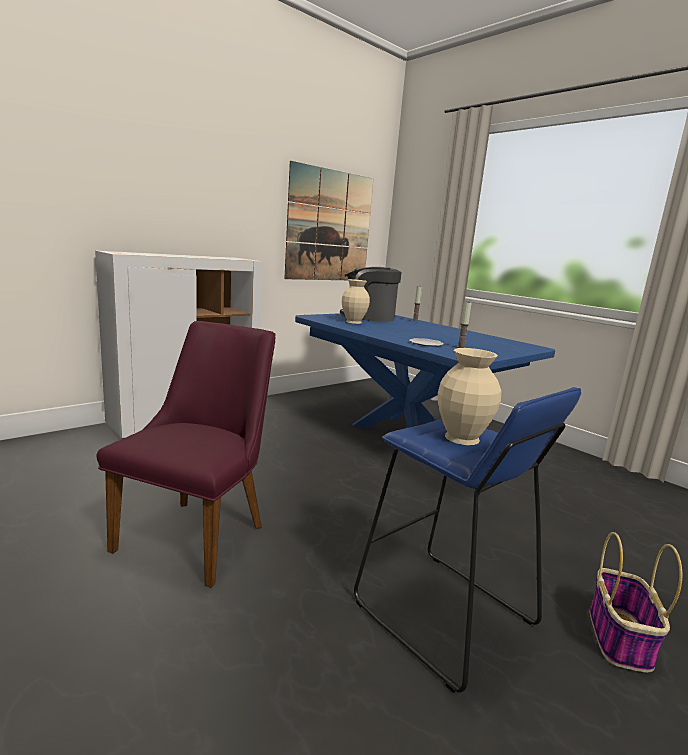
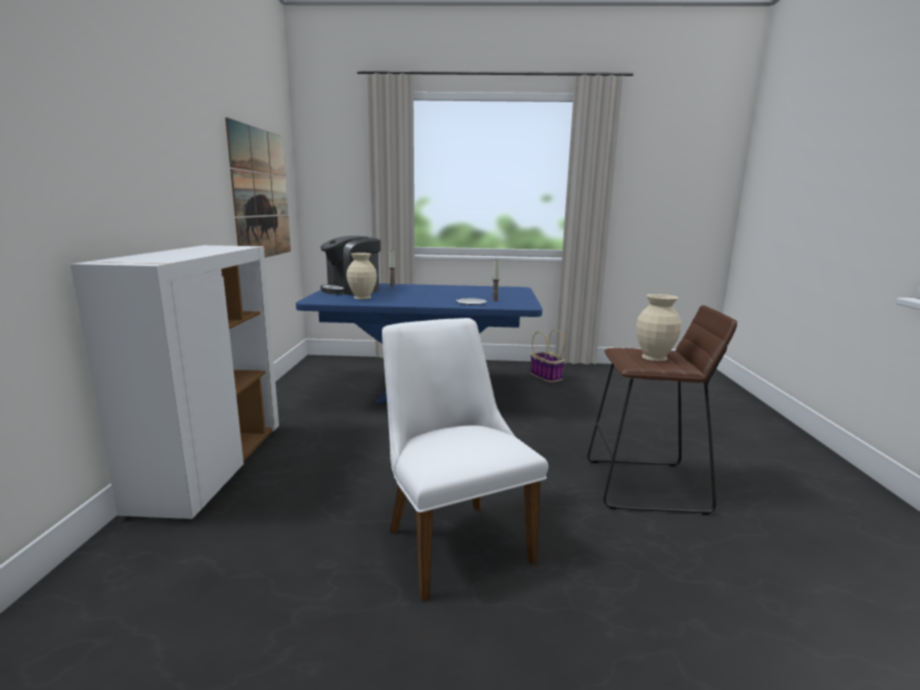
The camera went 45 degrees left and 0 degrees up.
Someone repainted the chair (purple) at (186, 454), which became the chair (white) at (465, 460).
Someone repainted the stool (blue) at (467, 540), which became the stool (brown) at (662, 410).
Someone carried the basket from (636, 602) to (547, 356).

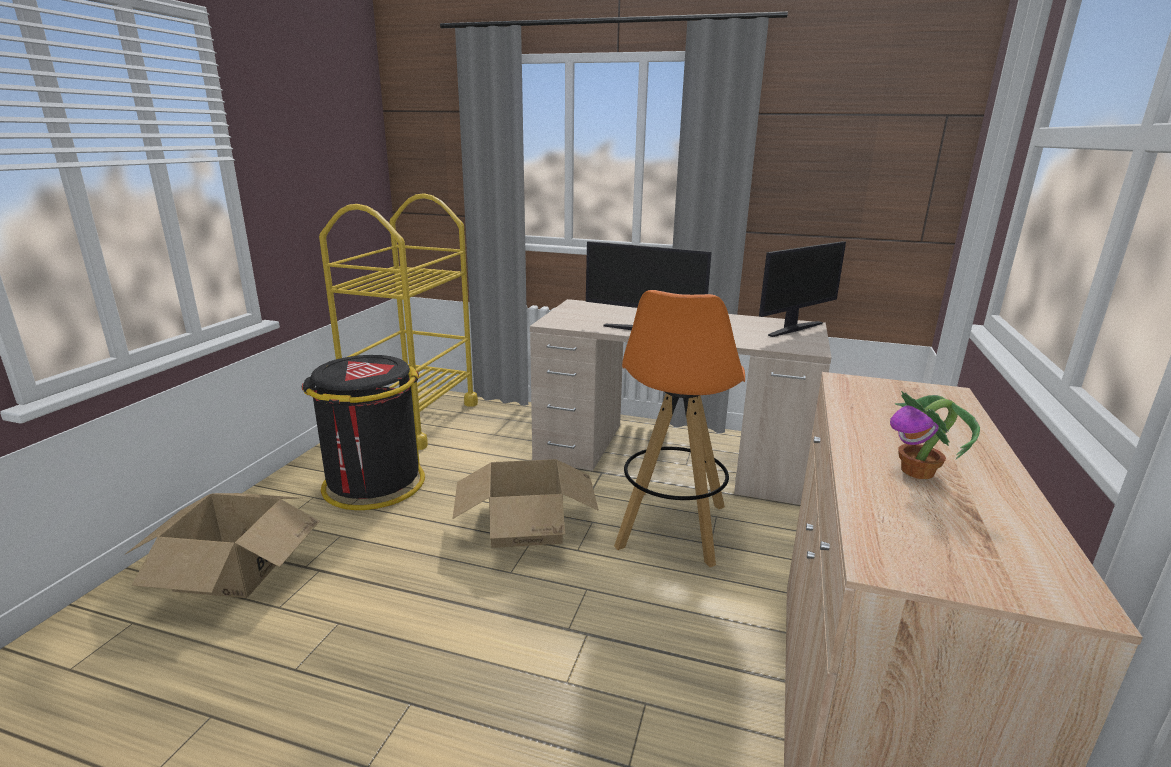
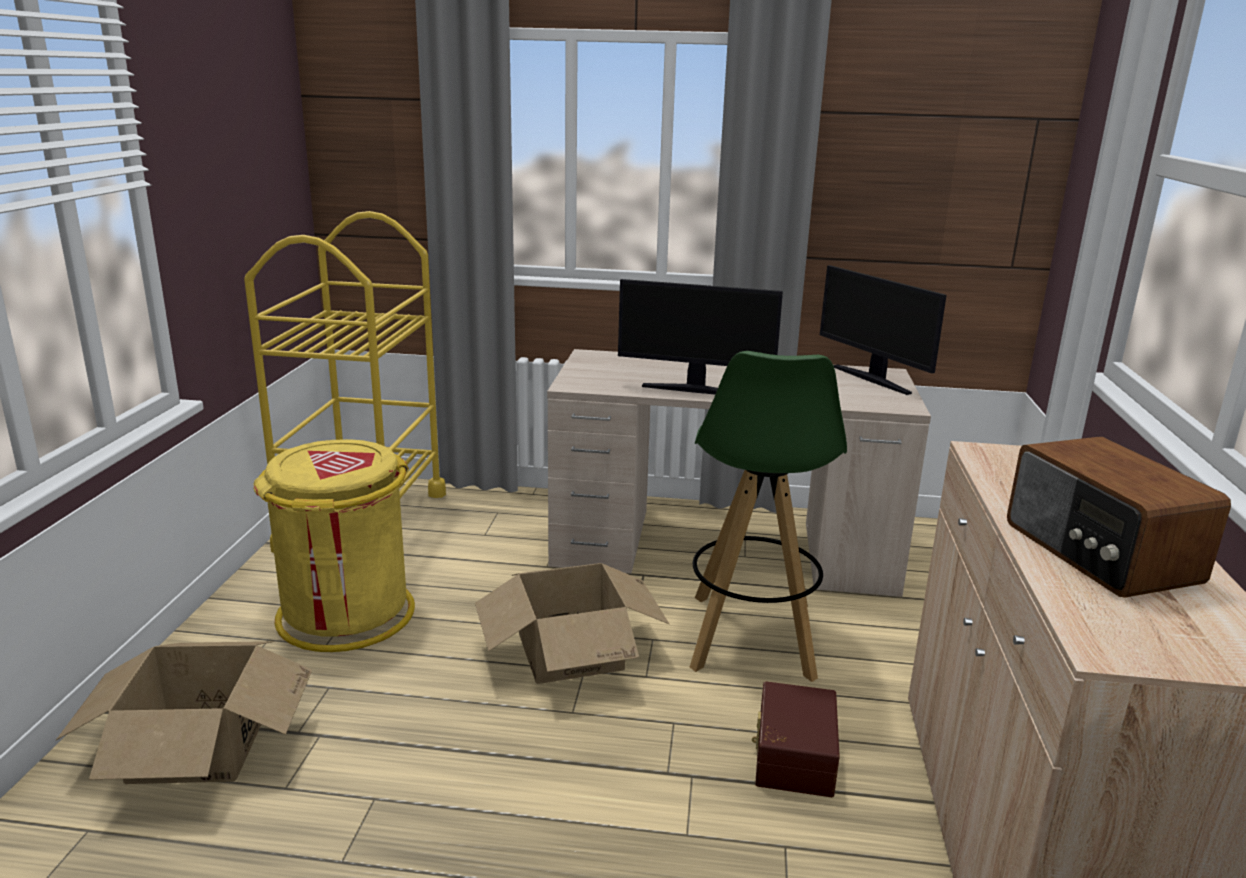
The camera went 10 degrees left and 0 degrees up.
Someone rotated the monitor at (802, 289) by 105 degrees clockwise.
Someone repainted the stool (orange) at (679, 428), which became the stool (green) at (768, 516).
Someone repainted the trash can (black) at (363, 432), which became the trash can (yellow) at (334, 545).
Someone swapped the potted plant at (935, 435) for the radio at (1119, 517).
Someone put down the storage box (brown) at (796, 739).

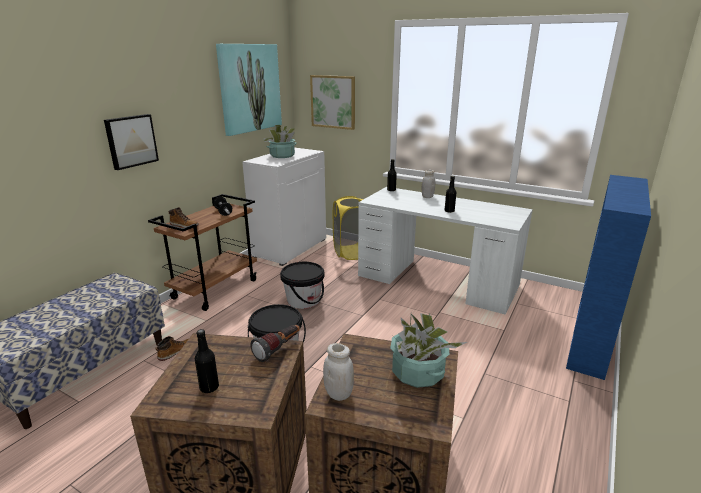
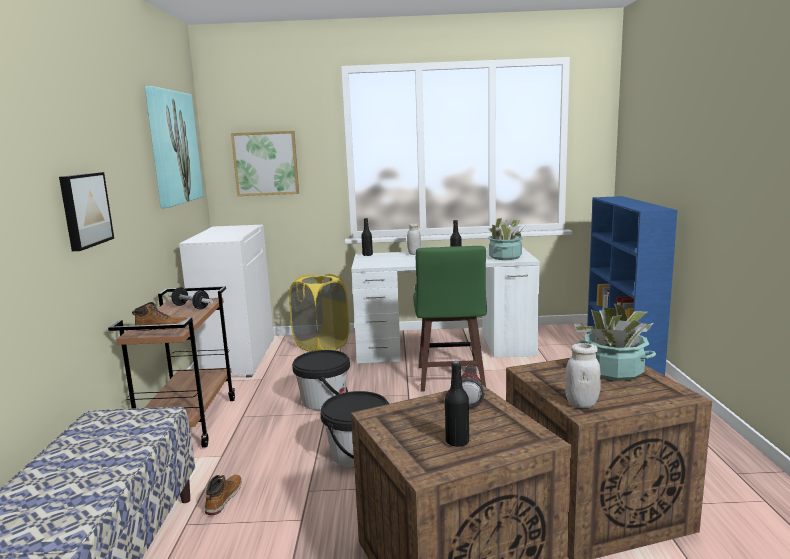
The camera went 30 degrees left and 10 degrees down.
Someone carried the potted plant from (280, 141) to (506, 239).
Someone put down the stool (green) at (450, 319).

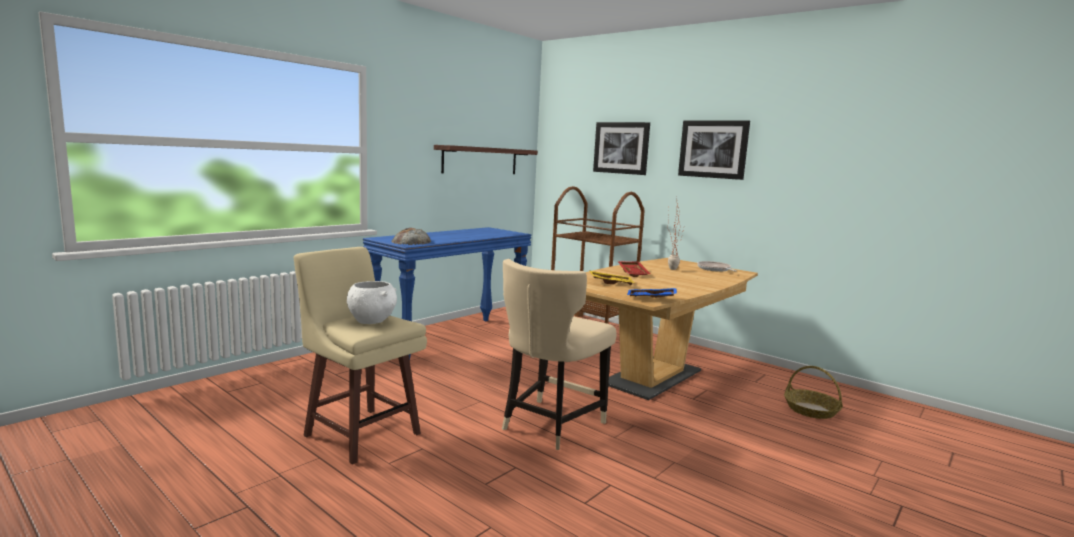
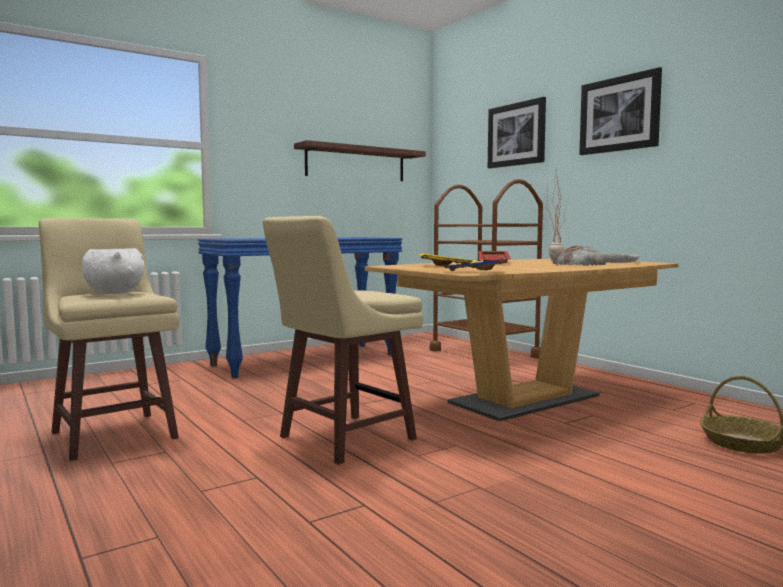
The camera went 15 degrees right and 5 degrees down.
Someone carried the bread from (411, 236) to (579, 256).
Someone swapped the chair (beige) at (559, 354) for the stool (beige) at (342, 340).

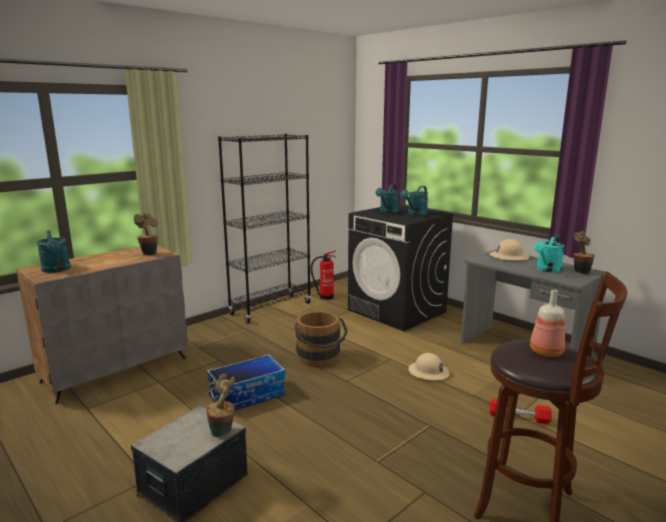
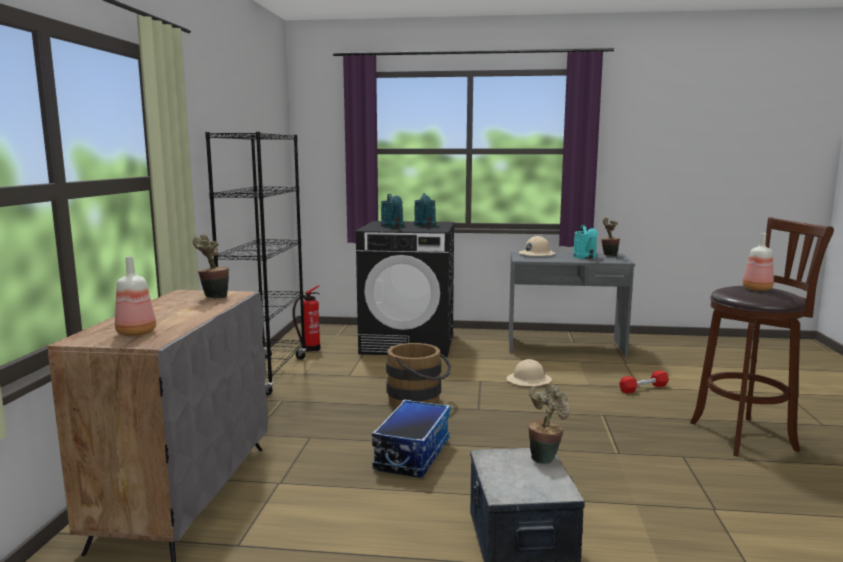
The camera went 40 degrees left and 5 degrees down.
Someone swapped the watering can (turquoise) at (54, 251) for the bottle at (135, 296).

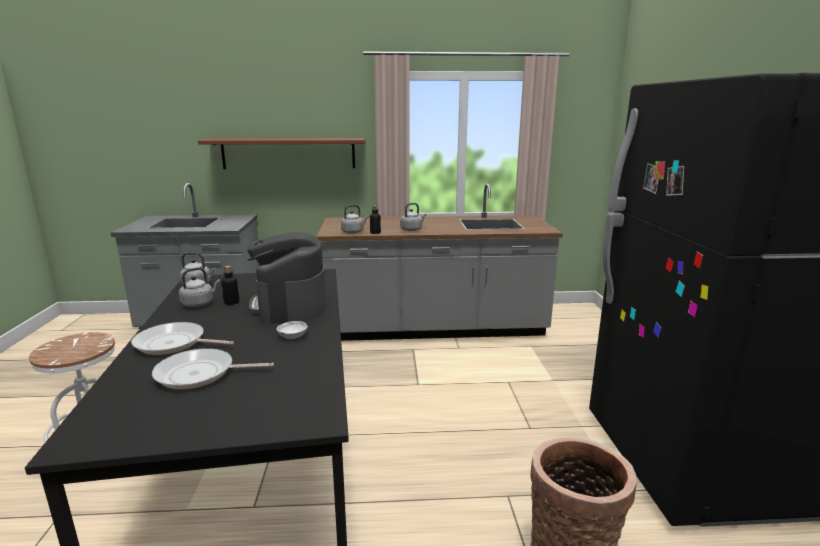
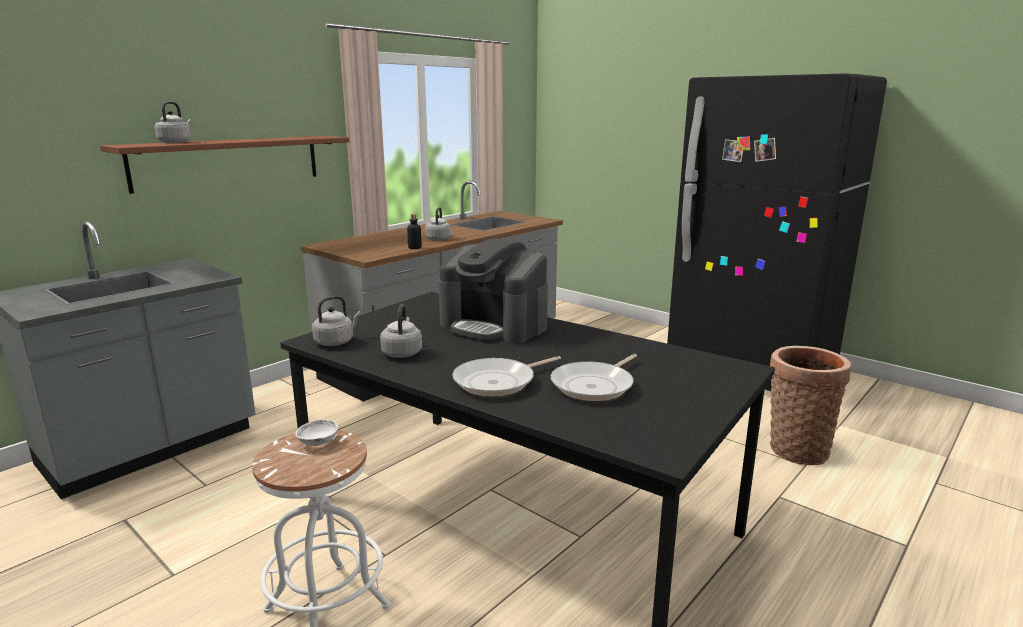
The camera went 45 degrees left and 0 degrees up.
Someone carried the kettle (grey) from (355, 219) to (173, 122).
Someone took away the bottle at (230, 285).
Someone carried the bowl (white) from (292, 330) to (317, 433).

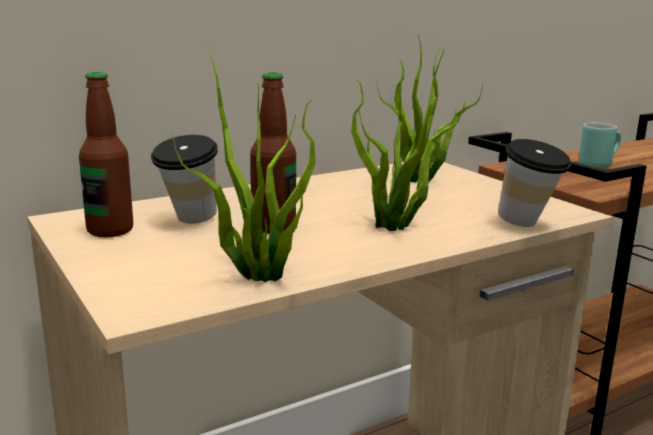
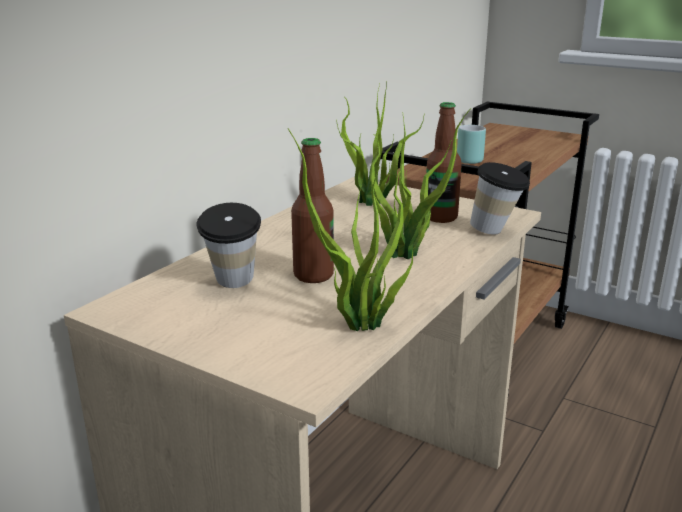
The camera went 25 degrees left and 5 degrees up.
Someone carried the bottle from (106, 154) to (444, 162).

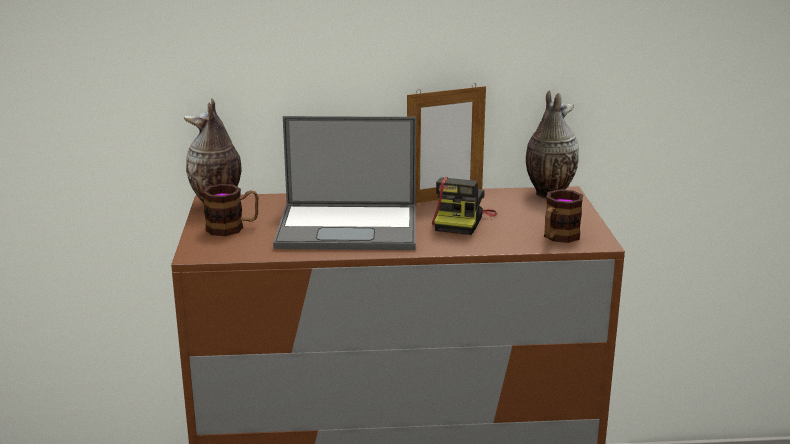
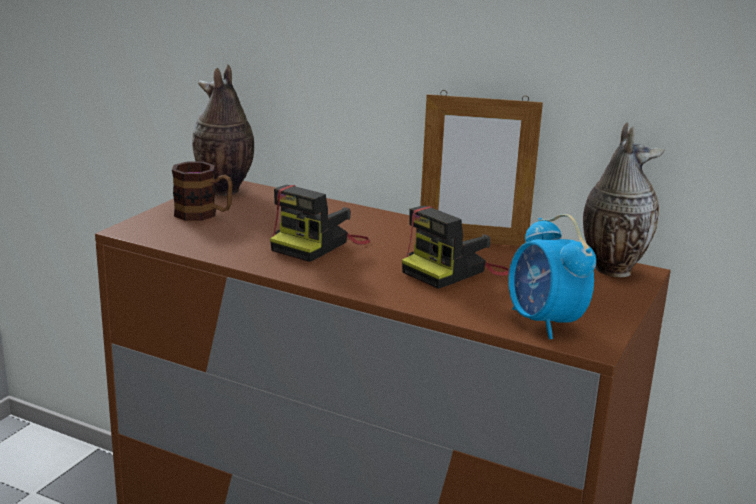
The camera went 30 degrees right and 0 degrees up.
Someone swapped the laptop at (344, 183) for the photo camera at (320, 223).
Someone swapped the mug at (563, 216) for the alarm clock at (552, 276).

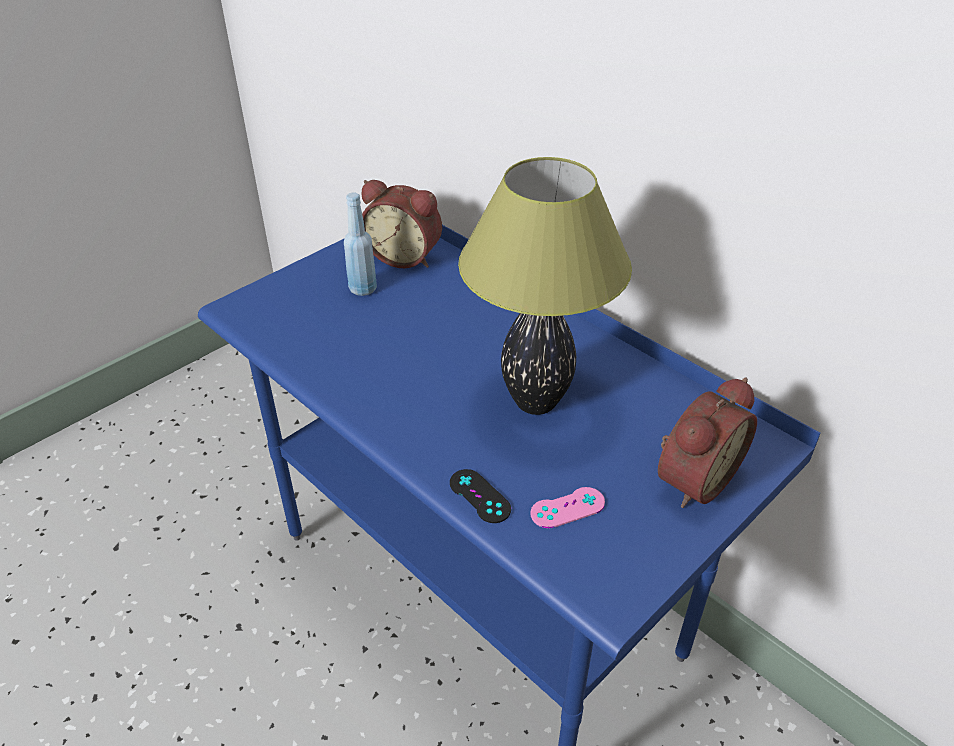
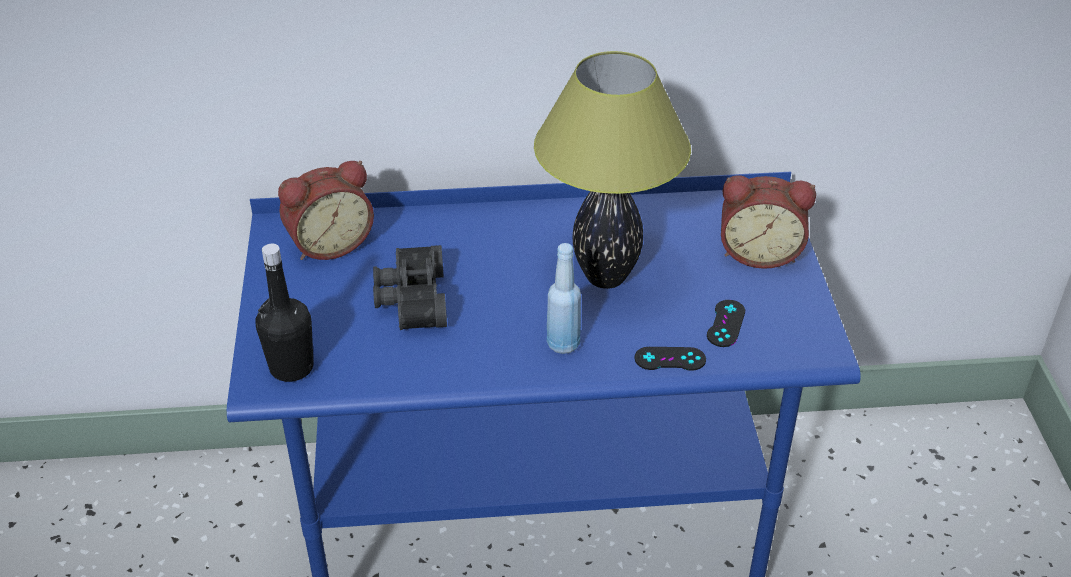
The camera went 50 degrees left and 0 degrees up.
Someone carried the bottle (blue) from (360, 244) to (564, 298).
Someone rotated the alarm clock at (707, 442) by 105 degrees clockwise.
Someone repainted the game controller (pink) at (567, 507), which became the game controller (black) at (726, 323).
Someone put down the bottle (black) at (284, 313).
Someone put down the binoculars (black) at (410, 287).

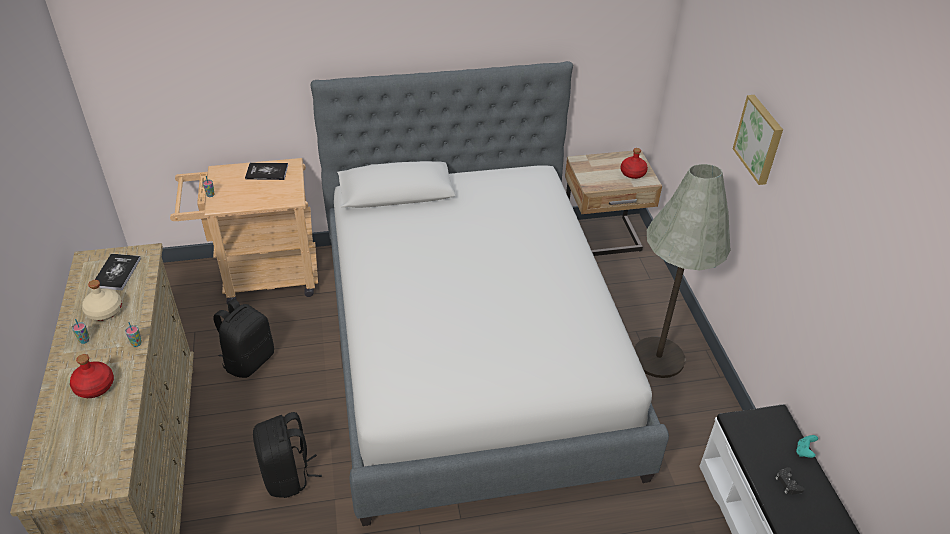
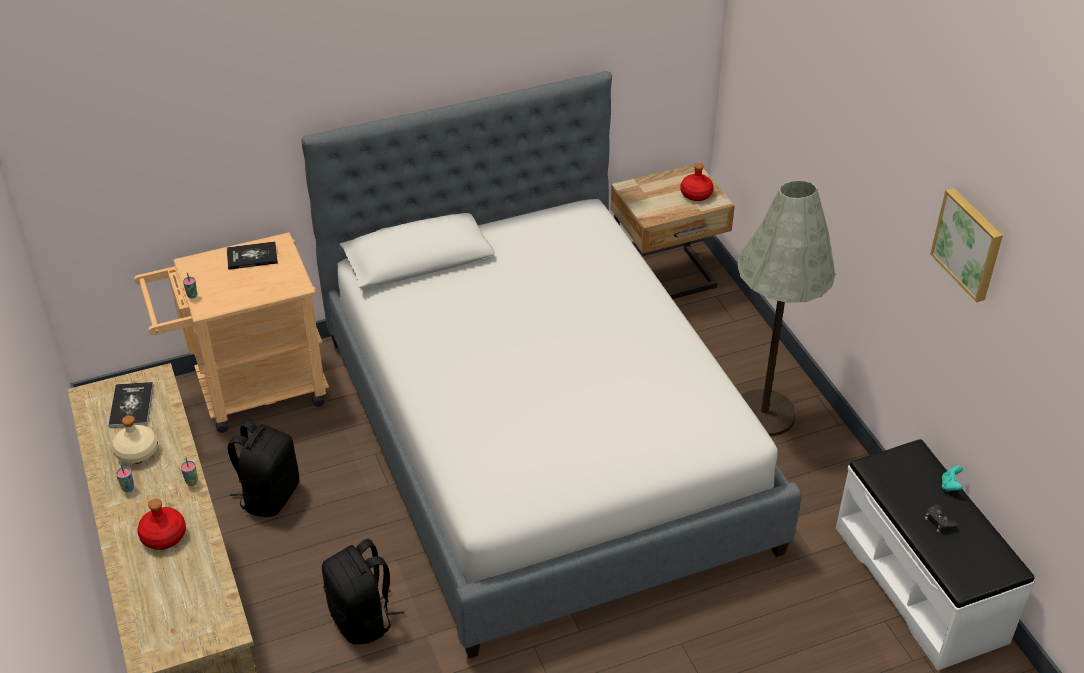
The camera went 10 degrees left and 0 degrees up.
Someone carried the picture from (758, 140) to (966, 245).

